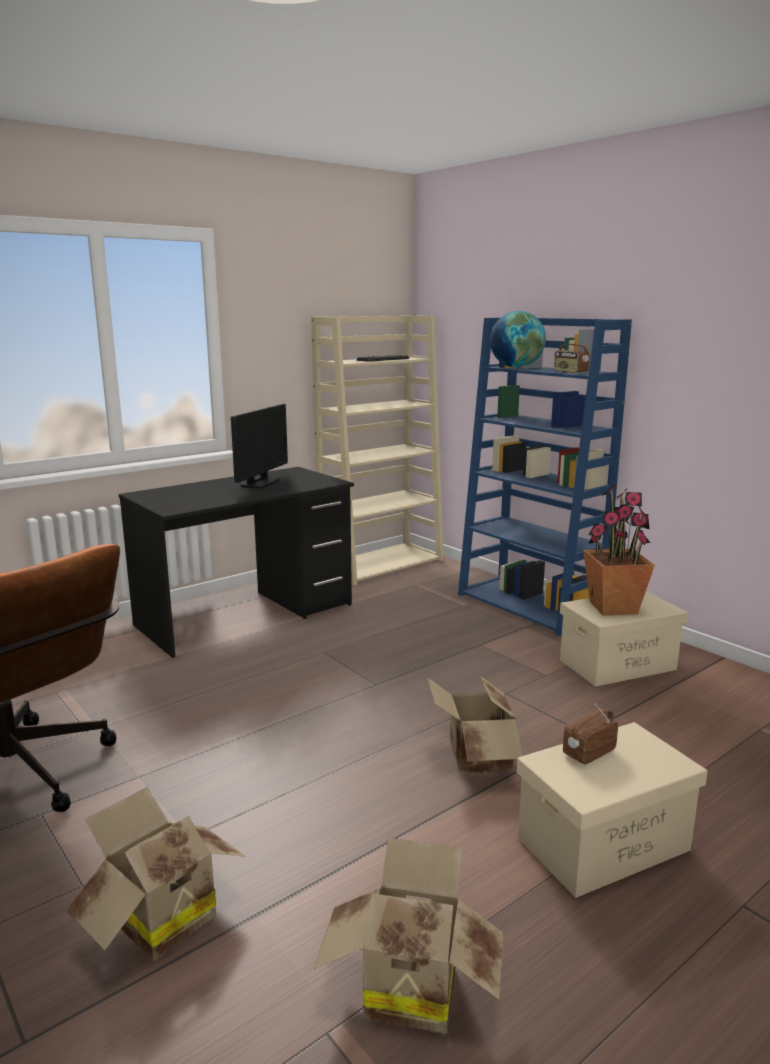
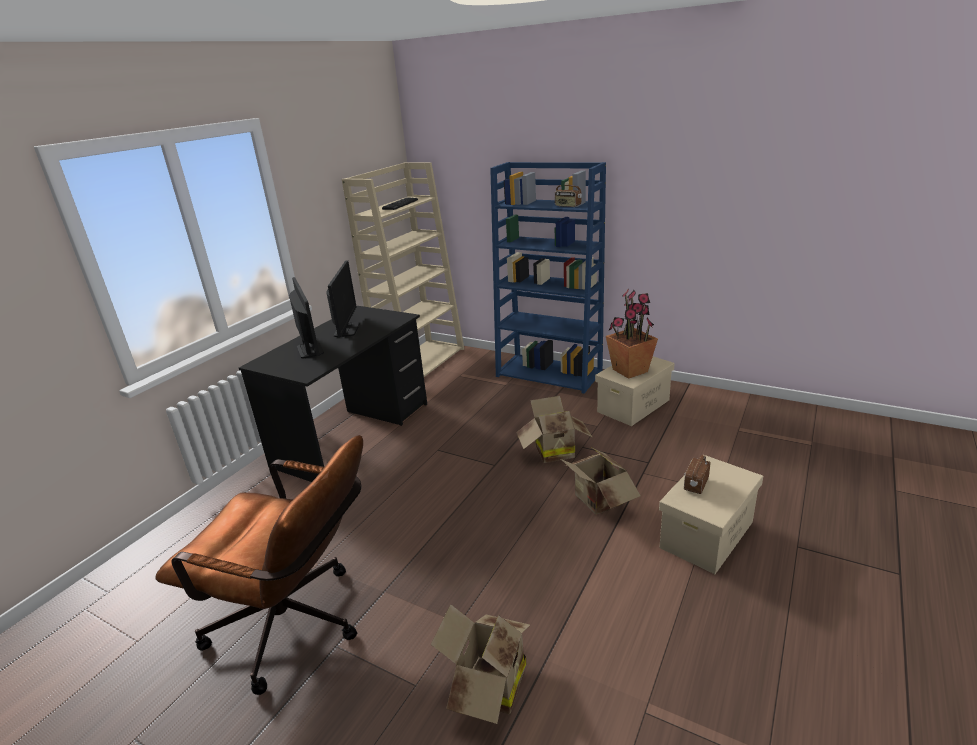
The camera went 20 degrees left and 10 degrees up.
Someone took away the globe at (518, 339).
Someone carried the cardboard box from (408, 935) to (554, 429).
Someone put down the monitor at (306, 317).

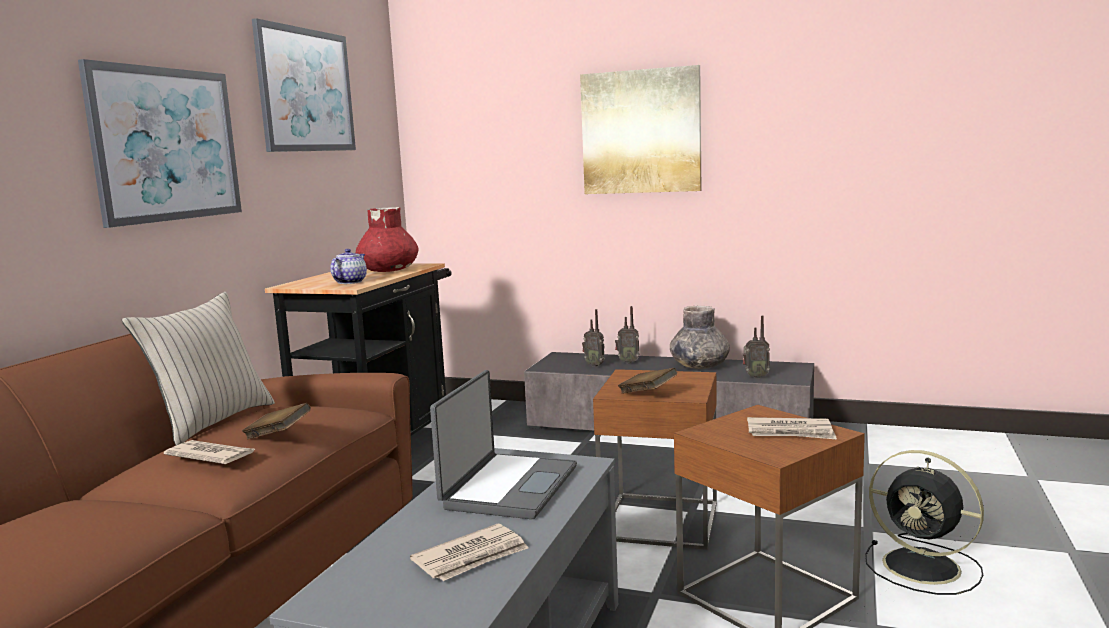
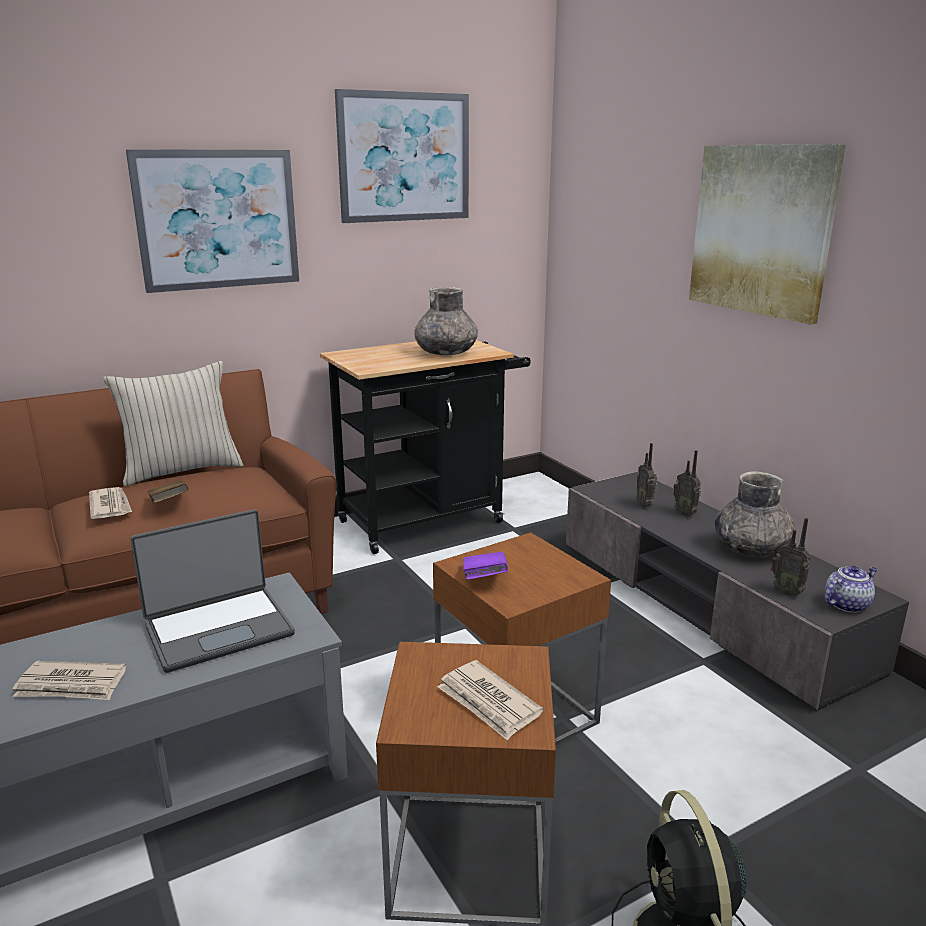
The camera went 40 degrees right and 10 degrees up.
Someone repainted the vase (red) at (387, 239), which became the vase (grey) at (446, 321).
Someone carried the teapot from (348, 266) to (851, 589).
Someone repainted the book (brown) at (647, 381), which became the book (purple) at (485, 566).

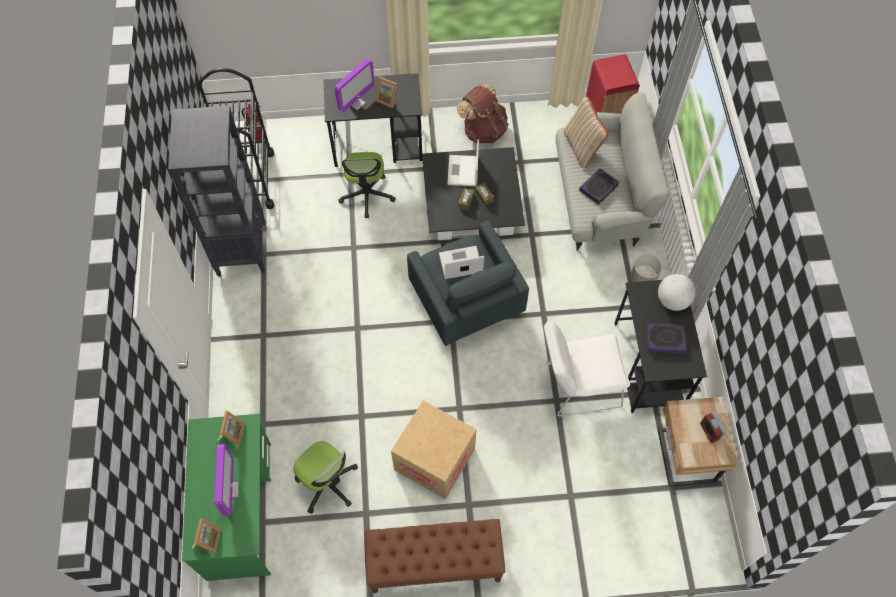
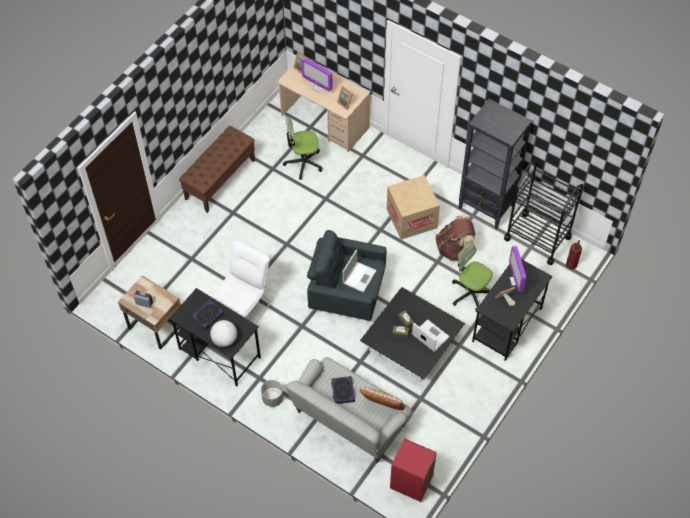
The camera went 130 degrees right and 5 degrees down.
Someone carried the backpack (brown) from (482, 113) to (455, 237).
Someone carried the cardboard box from (434, 449) to (413, 207).
Someone repainted the desk (green) at (226, 497), which became the desk (beige) at (324, 105).

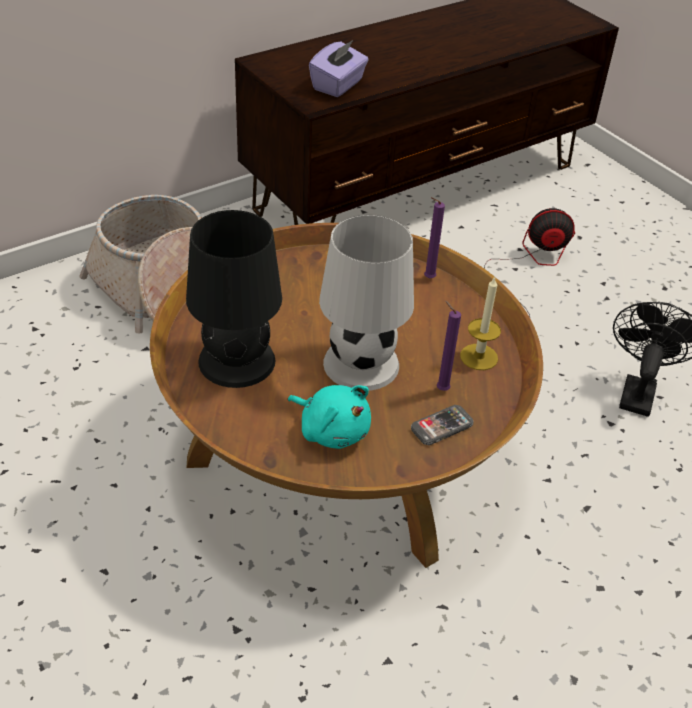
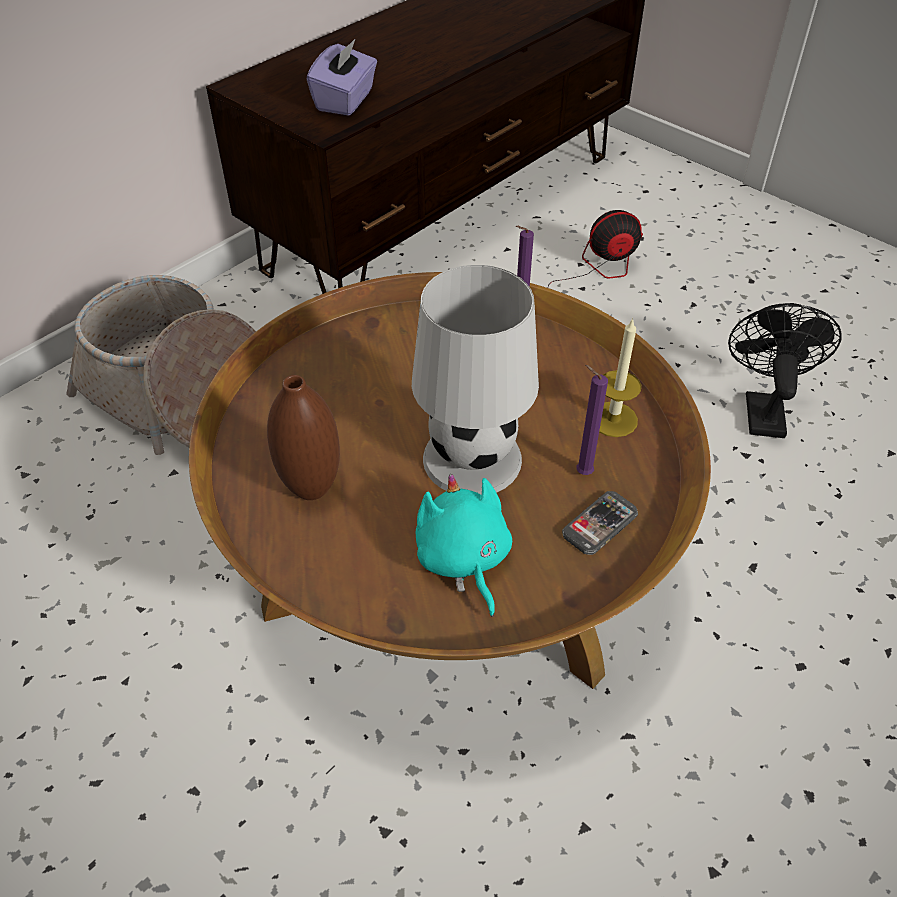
The camera went 10 degrees left and 5 degrees up.
Someone swapped the table lamp (black) at (234, 299) for the vase (brown) at (303, 437).
Someone rotated the plush toy (turquoise) at (329, 417) by 135 degrees counterclockwise.

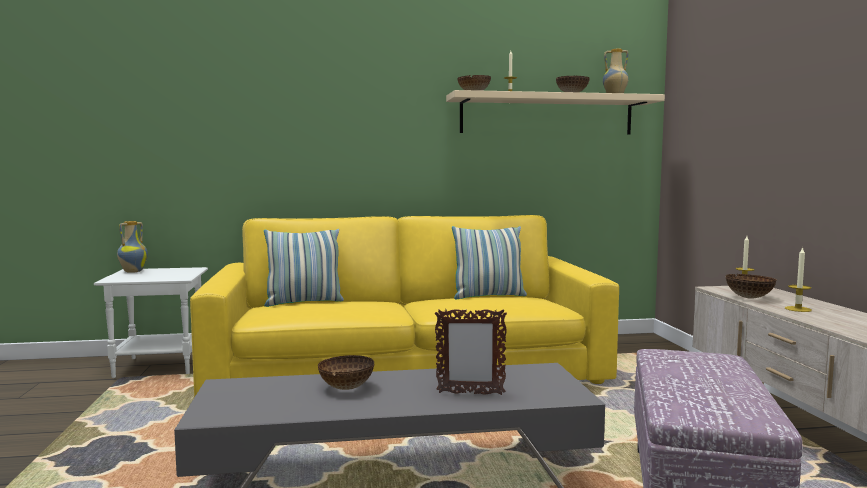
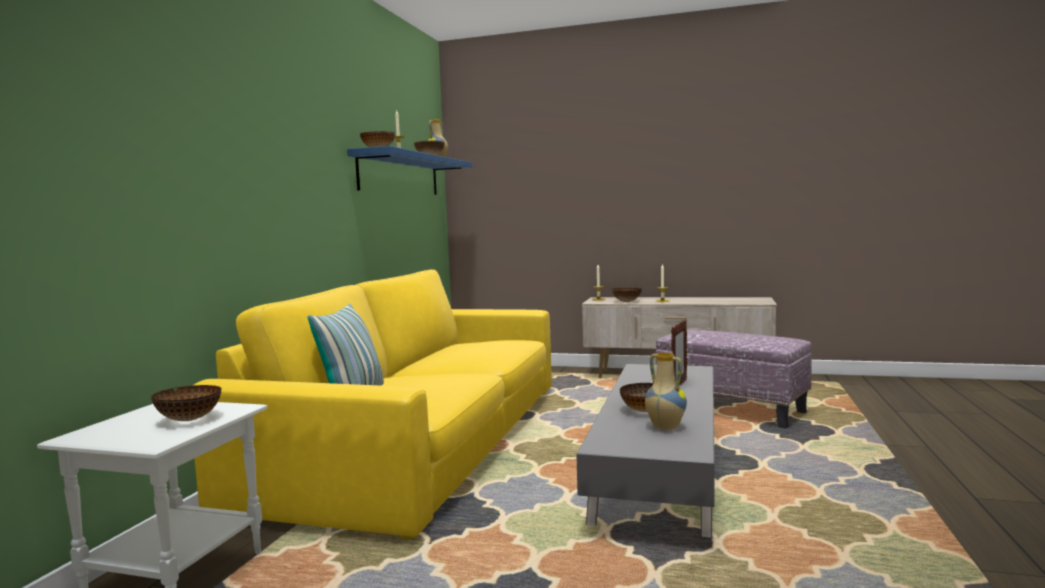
The camera went 65 degrees left and 0 degrees up.
Someone repainted the shelf (beige) at (555, 112), which became the shelf (blue) at (409, 170).
Someone carried the vase from (132, 247) to (666, 391).
Someone took away the pillow at (489, 262).
Someone put down the bowl at (186, 403).

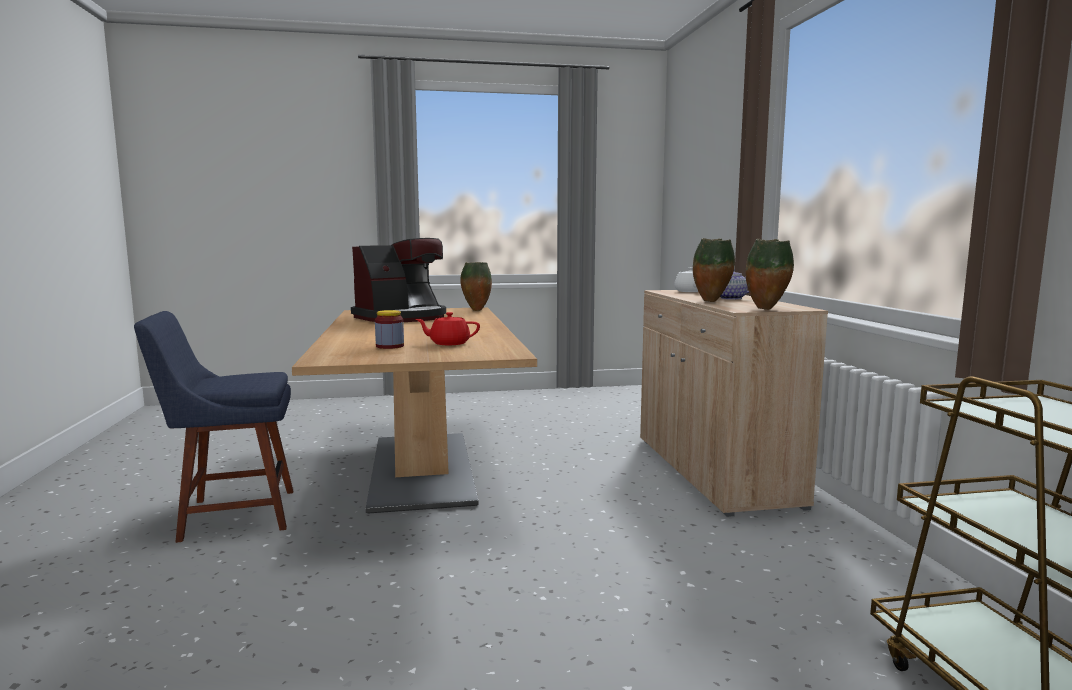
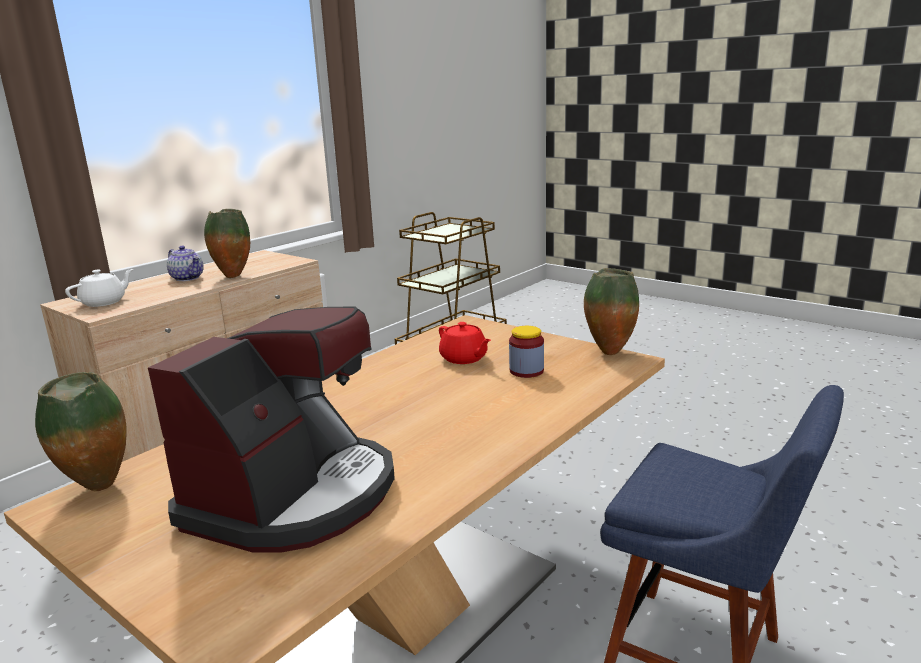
The camera went 130 degrees left and 10 degrees up.
Someone rotated the coffee machine at (398, 280) by 105 degrees clockwise.
Someone carried the vase from (770, 274) to (611, 311).

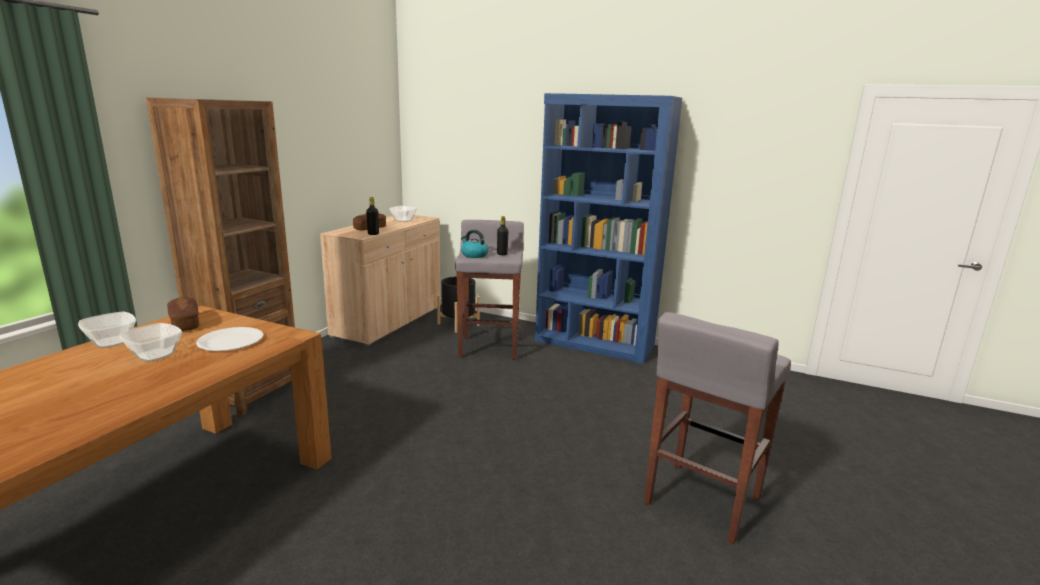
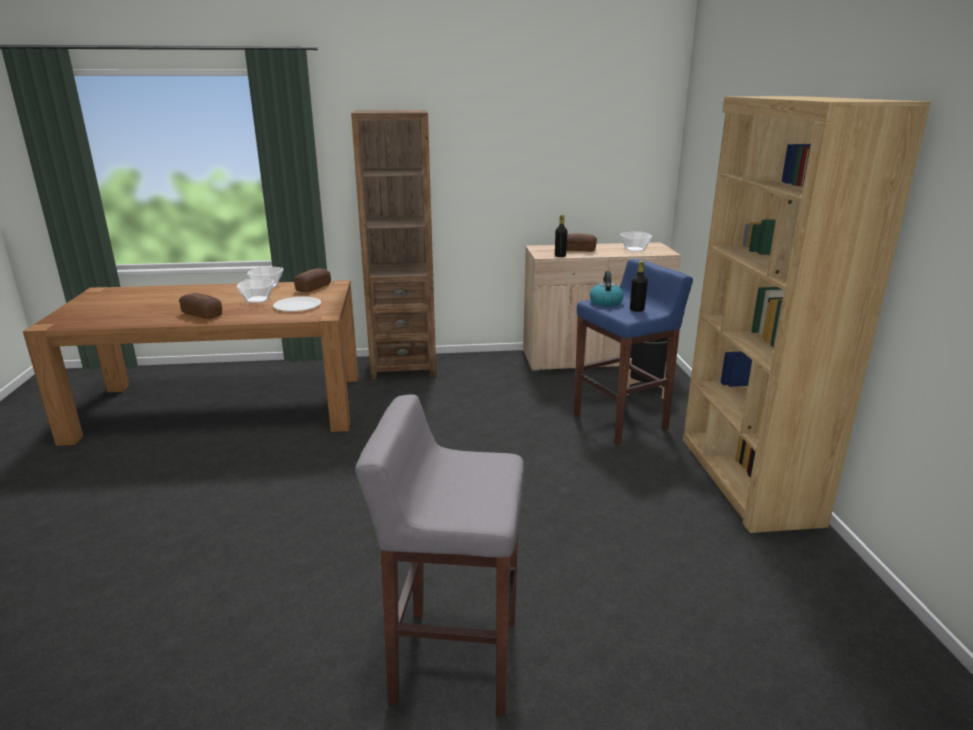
The camera went 60 degrees right and 5 degrees up.
Someone repainted the bookcase (blue) at (608, 228), which became the bookcase (brown) at (807, 314).
Someone repainted the stool (grey) at (489, 290), which became the stool (blue) at (633, 352).
Someone put down the bread at (200, 306).

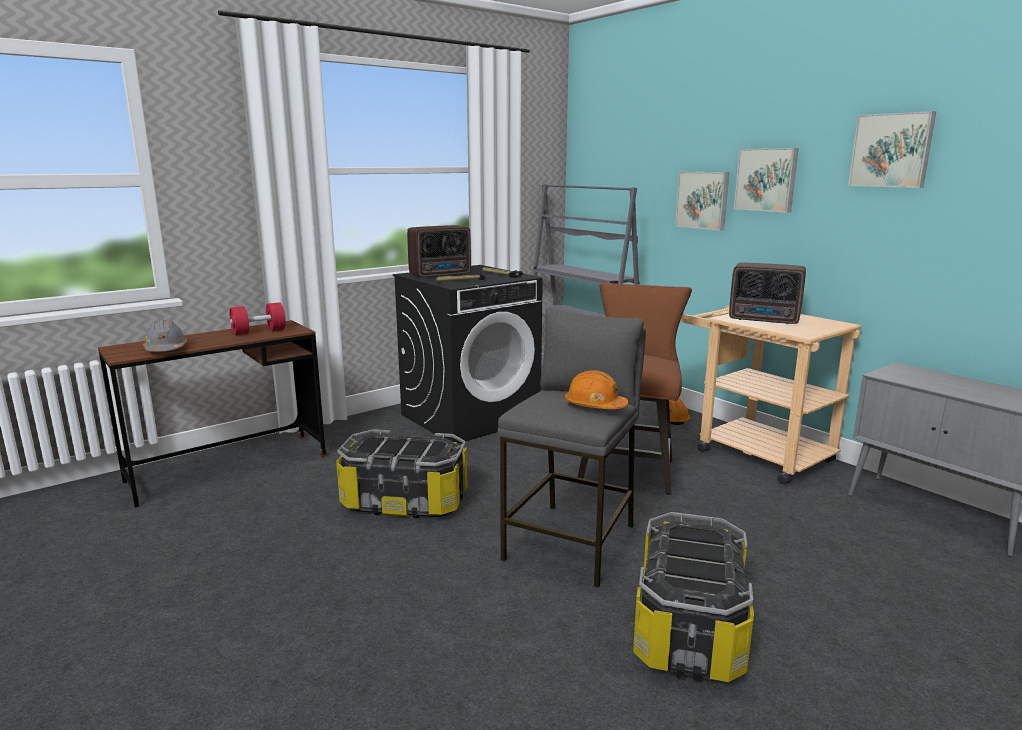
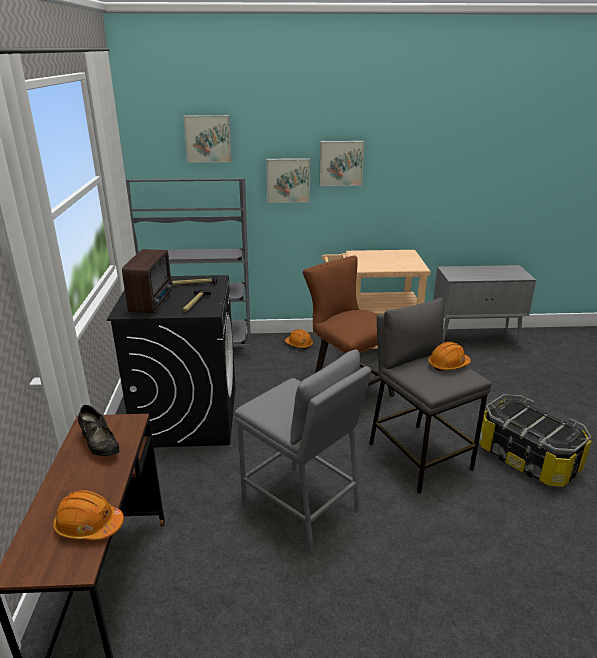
The camera went 55 degrees left and 10 degrees up.
Someone carried the picture from (892, 149) to (207, 139).
Someone took away the radio at (767, 293).
Someone swapped the dumbbell (red) at (257, 318) for the shoe (black) at (98, 430).
Someone repainted the hard hat (grey) at (165, 336), which became the hard hat (orange) at (88, 515).
Someone swapped the storage box at (402, 473) for the stool (grey) at (303, 451).

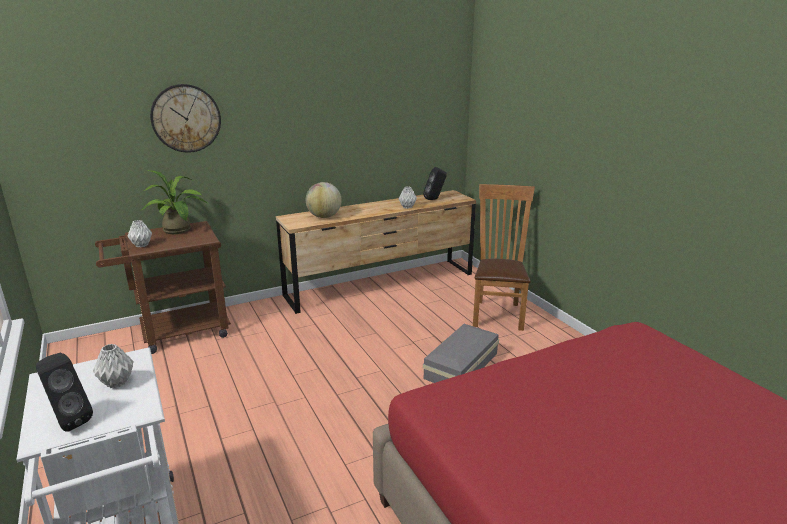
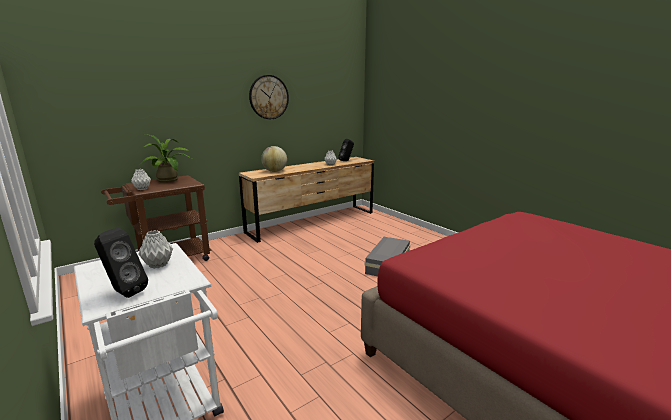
The camera went 10 degrees left and 5 degrees down.
Someone carried the wall clock from (185, 118) to (269, 97).
Someone took away the chair (brown) at (504, 257).

